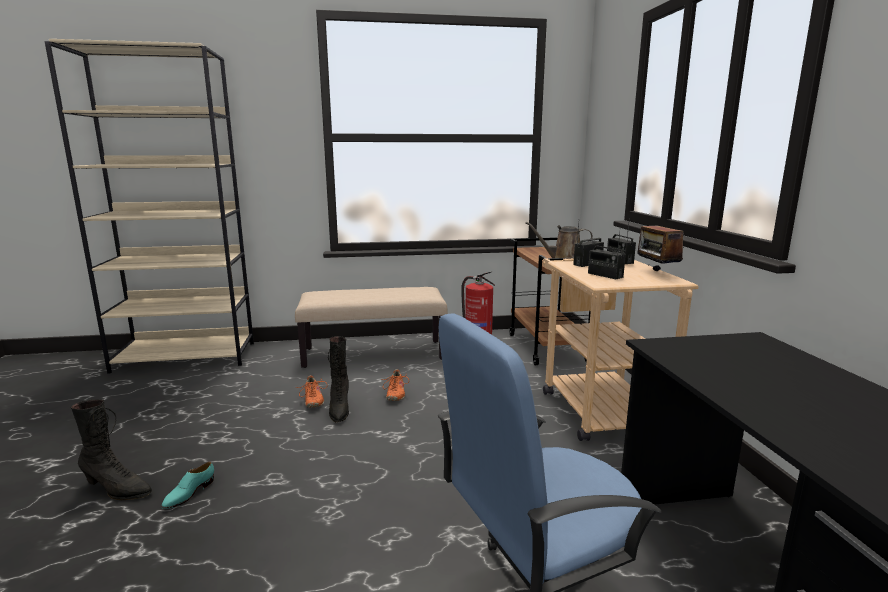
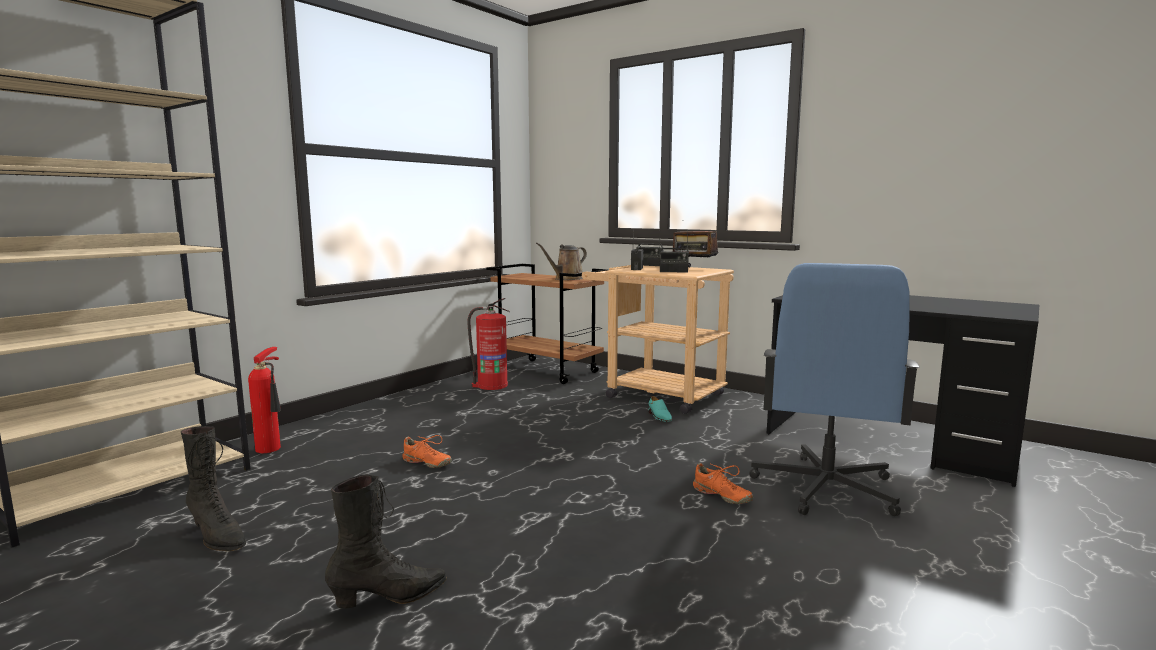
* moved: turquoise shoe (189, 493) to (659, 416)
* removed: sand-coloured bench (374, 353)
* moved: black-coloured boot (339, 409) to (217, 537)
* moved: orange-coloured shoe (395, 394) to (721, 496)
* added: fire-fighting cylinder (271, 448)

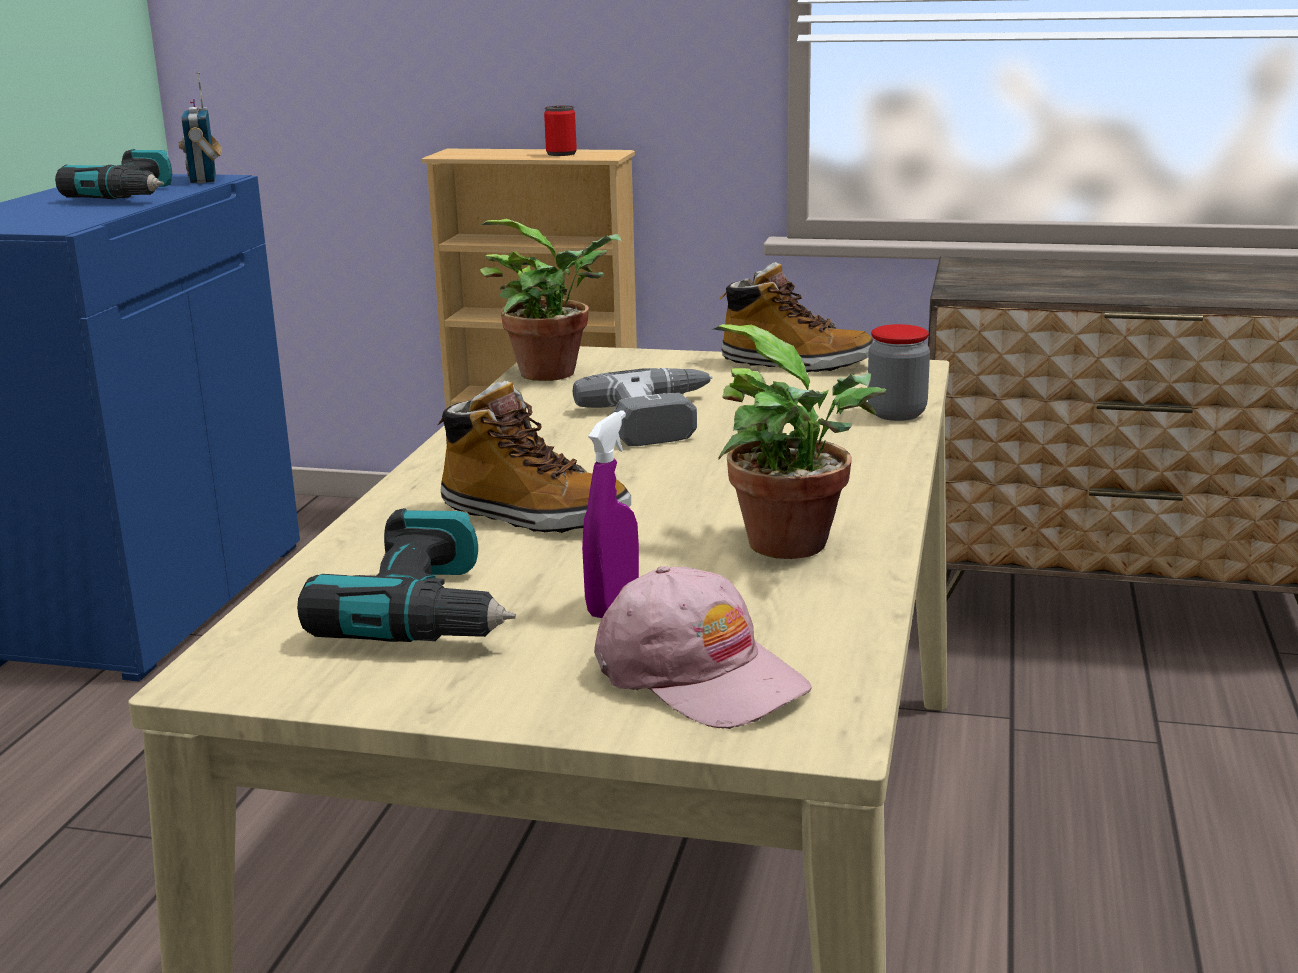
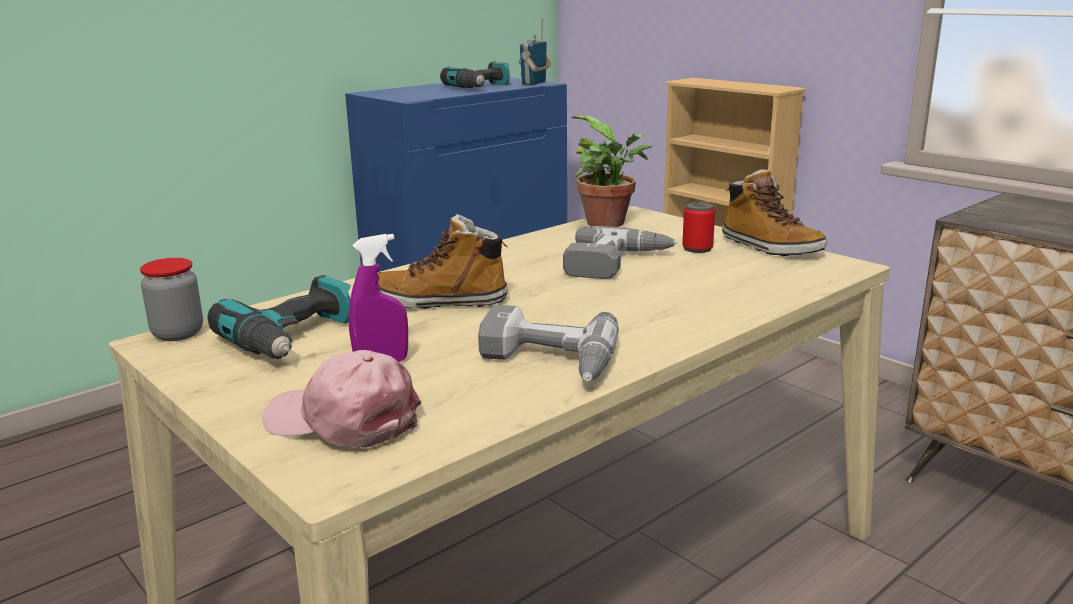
* turned: boot (532, 516) = (441, 302) 120 degrees clockwise
* moved: sealed can (561, 154) to (697, 248)
* turned: pinkish cap (700, 675) = (344, 420) 120 degrees clockwise
* replaced: potted plant (798, 546) to electric drill (546, 362)
* moved: jar (896, 414) to (178, 334)

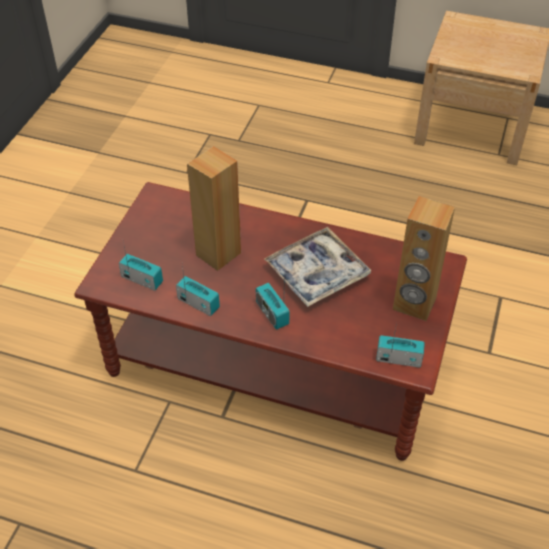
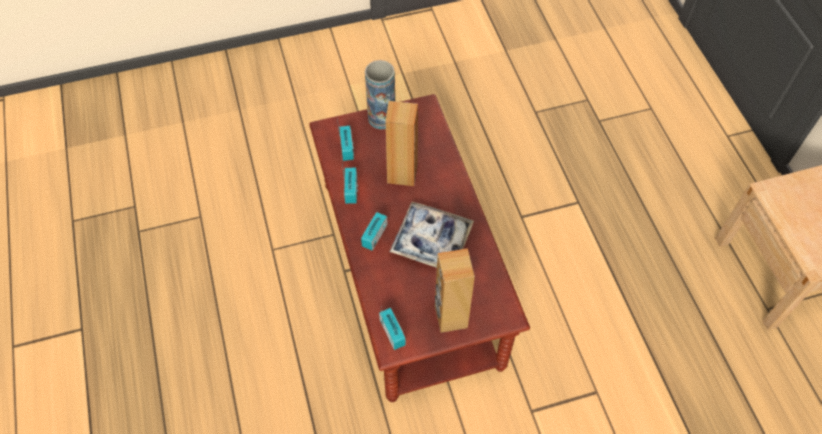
* added: flower vase (381, 118)

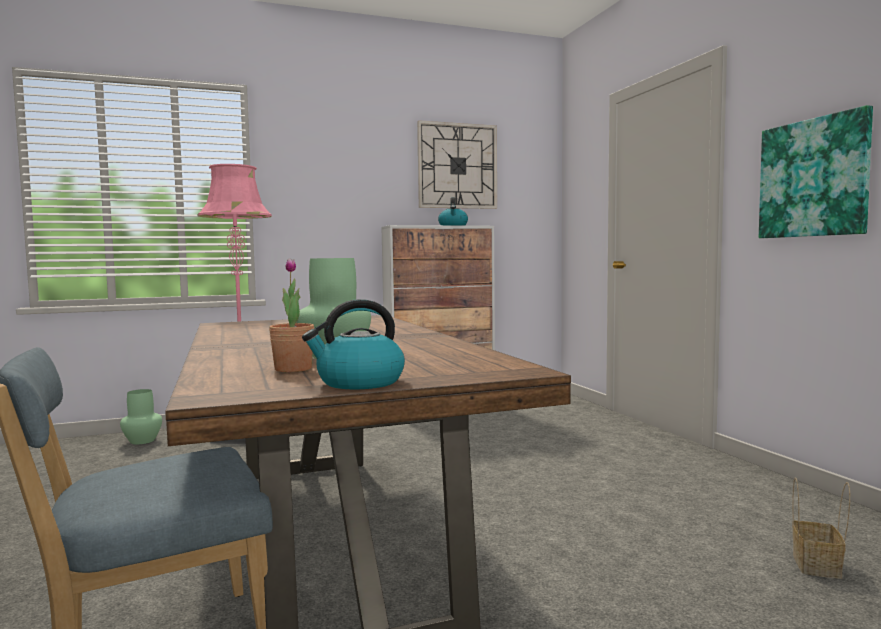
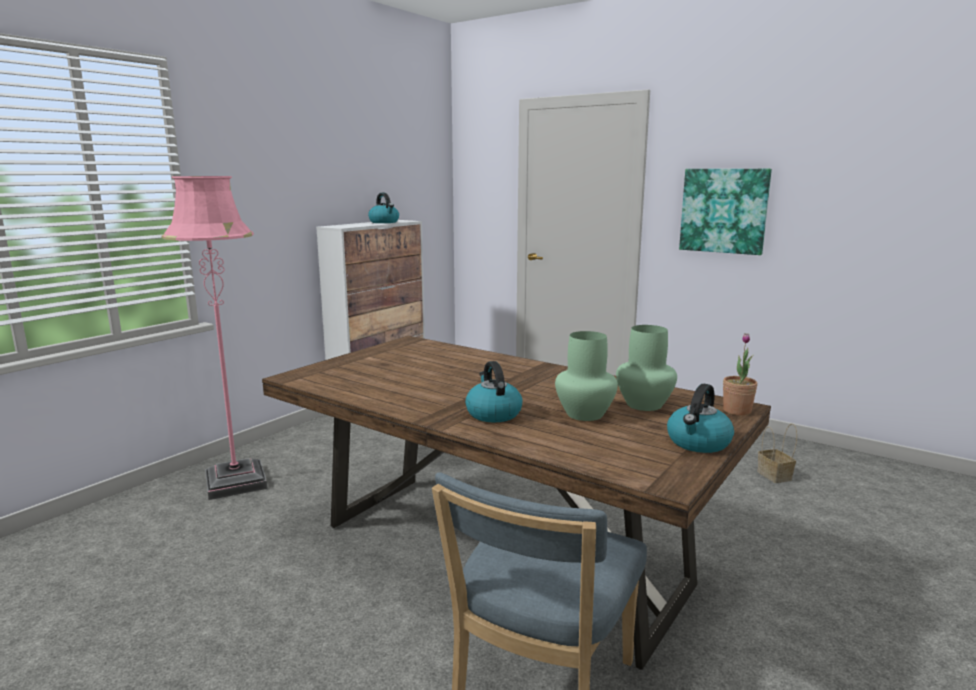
* moved: greenish flower vase (141, 441) to (643, 405)
* moved: potted plant (293, 369) to (737, 411)
* removed: clock on the wall (457, 166)
* added: water kettle (493, 413)

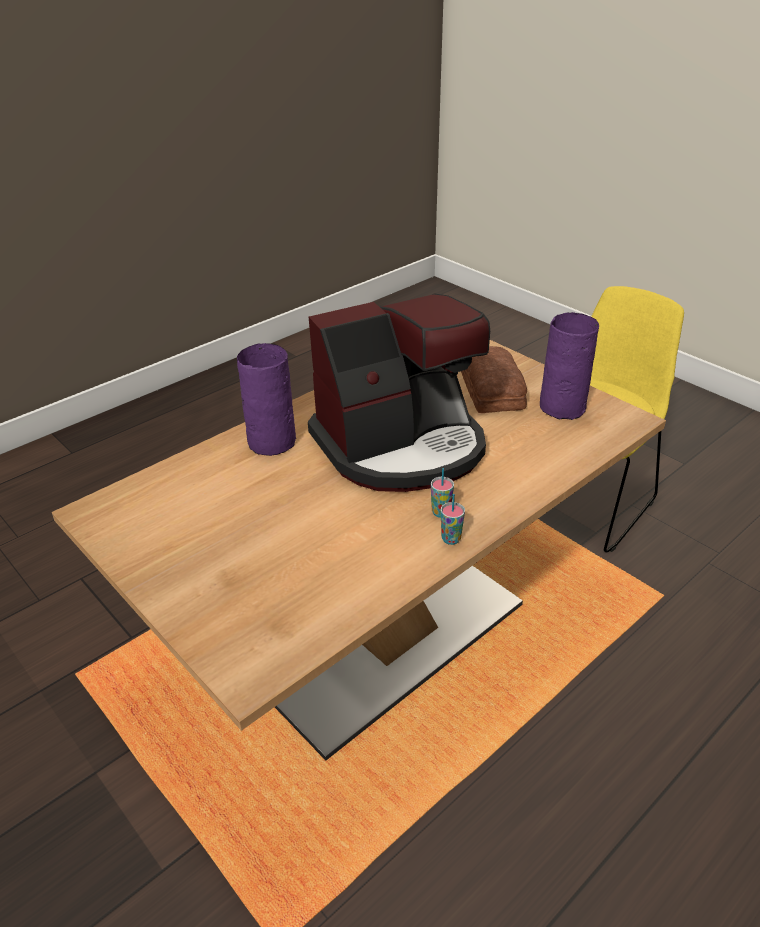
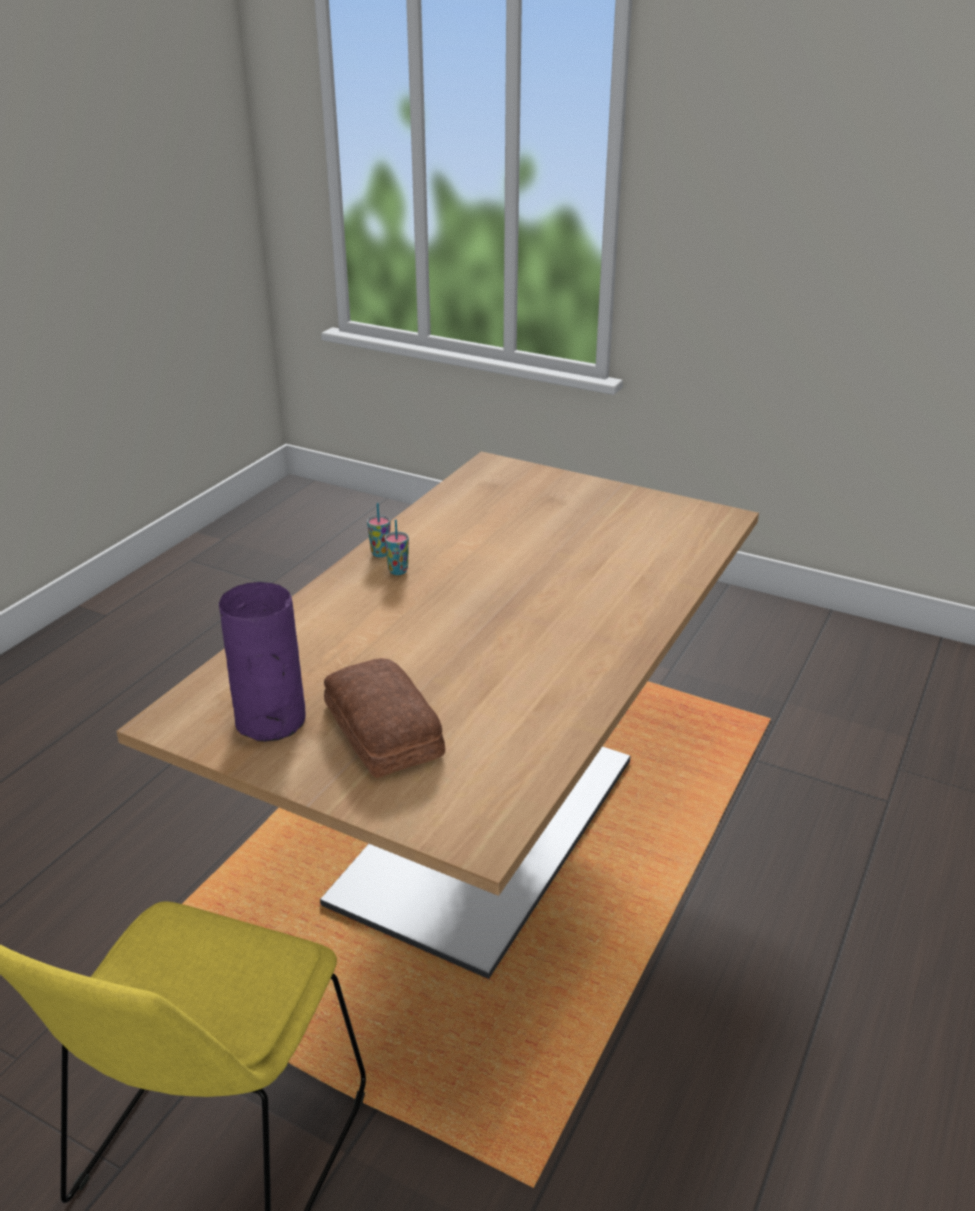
* removed: purple-coloured flower vase (270, 441)
* removed: coffee brewer (401, 446)

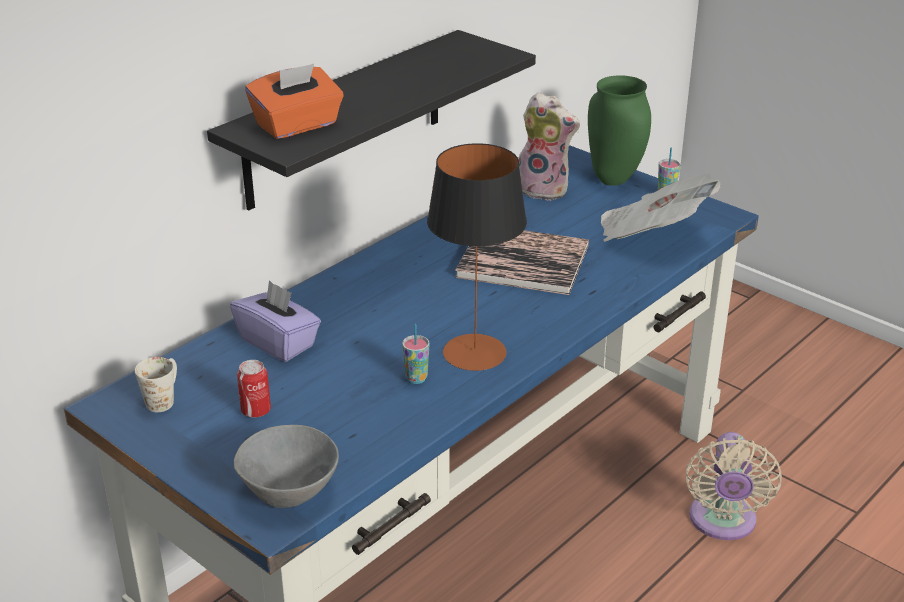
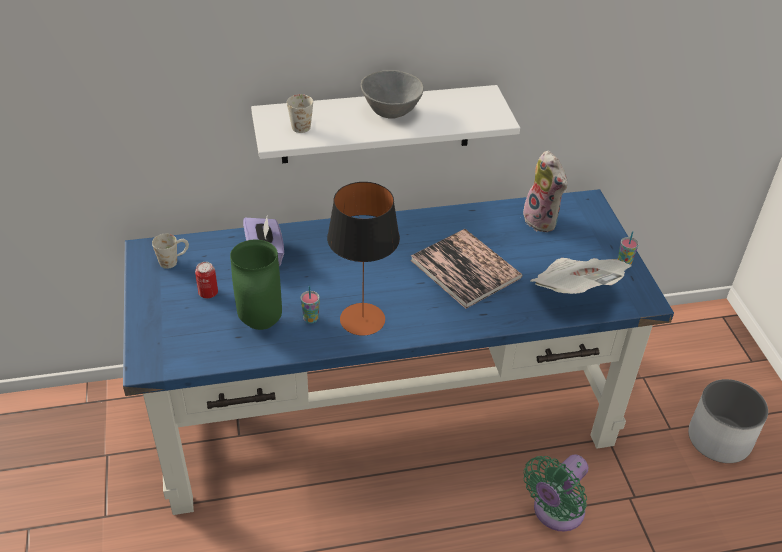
* recoloured: black-coloured bracket shelf (345, 120) to whitish bracket shelf (376, 124)
* moved: gray serving bowl (291, 494) to (391, 112)
* replaced: orange-coloured box of tissues (297, 125) to whitish mug (301, 124)
* moved: greenish flower vase (612, 180) to (259, 322)
* recoloured: sand-coloured fan (722, 522) to greenish fan (555, 512)
* added: whitish plant pot (719, 439)

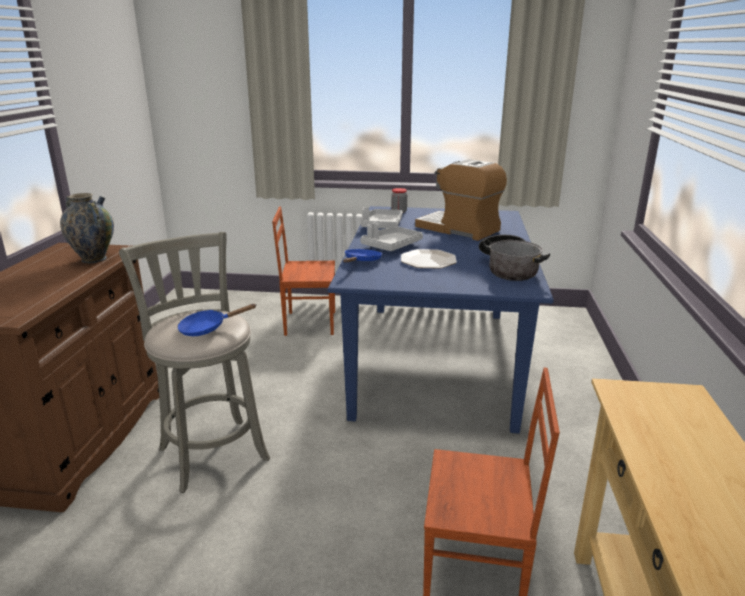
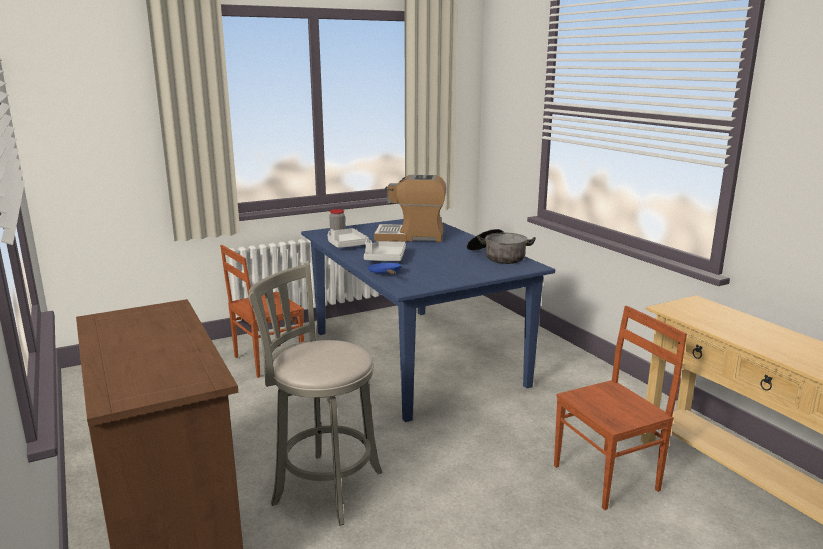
* removed: flower vase (94, 259)
* removed: bluish skillet (207, 328)
* removed: dinner plate (428, 260)

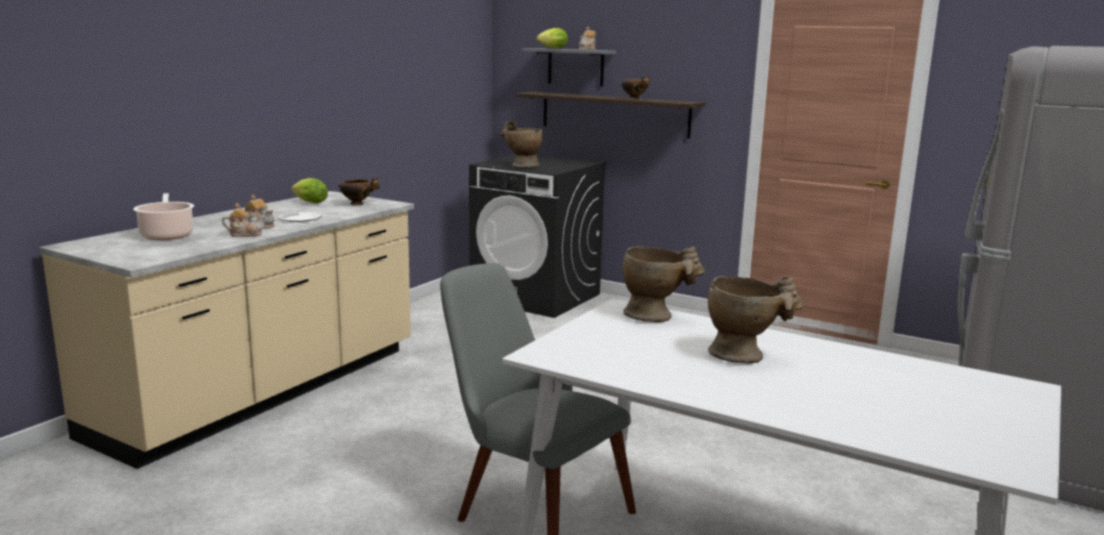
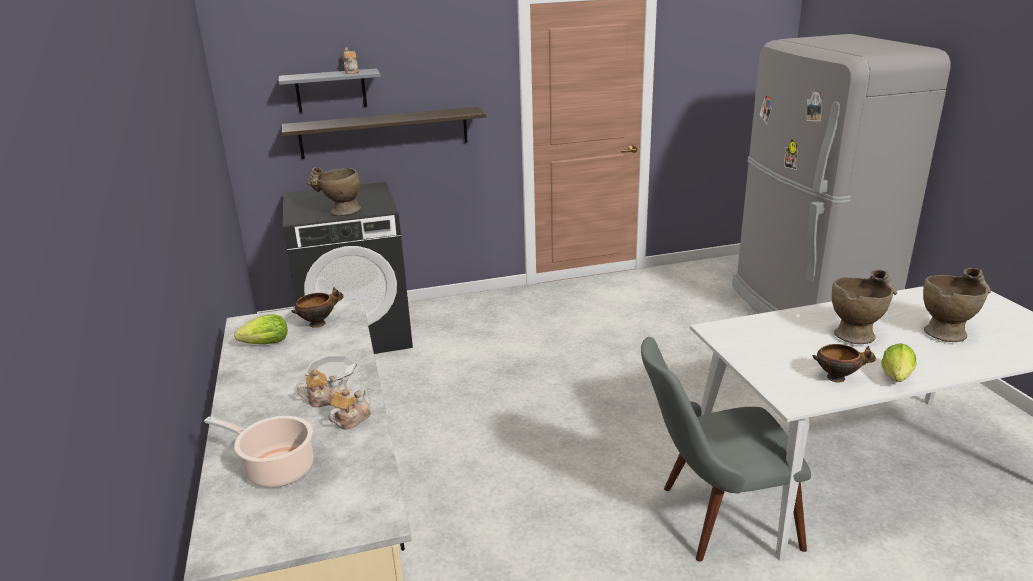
* moved: lettuce (551, 48) to (896, 379)
* moved: serving bowl (635, 99) to (838, 378)
* moved: sand-coloured flower vase (656, 316) to (947, 331)

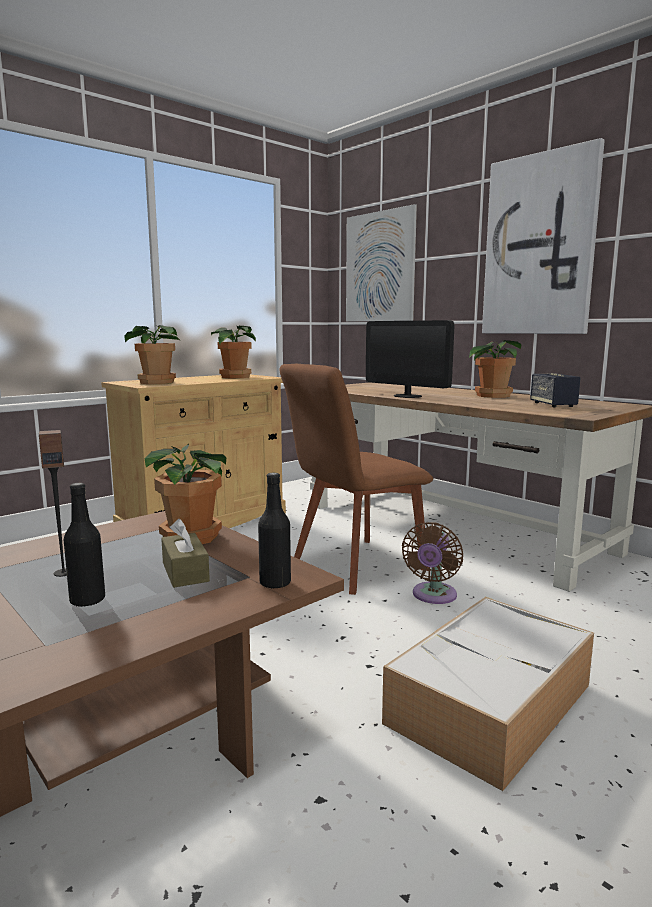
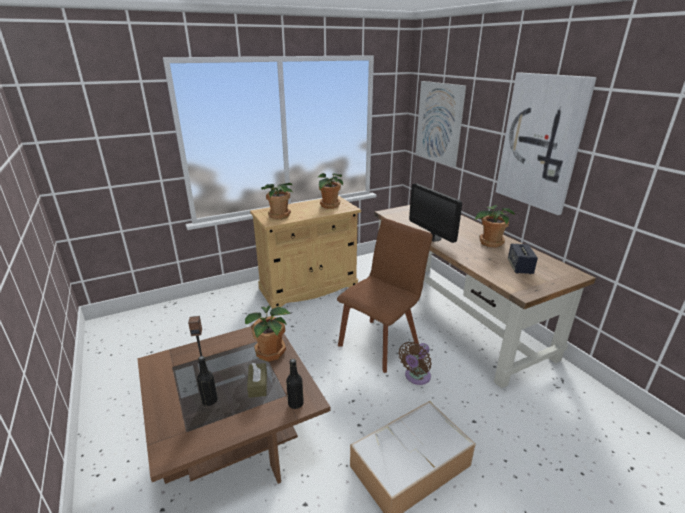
* turned: brownish upright chair (353, 566) = (380, 342) 150 degrees clockwise

